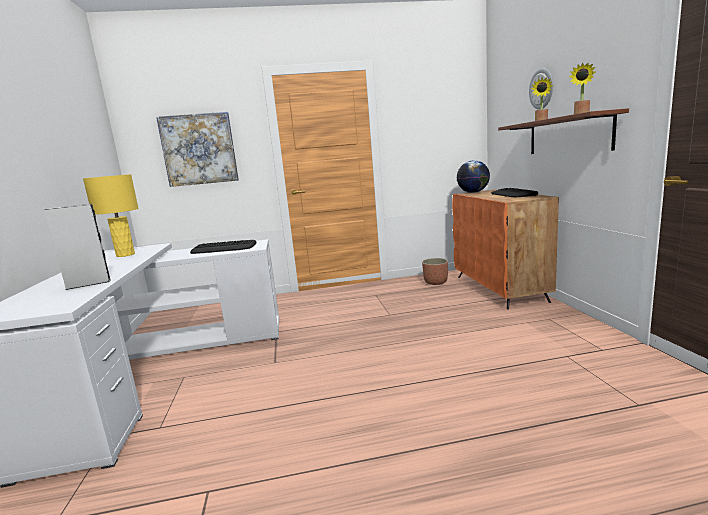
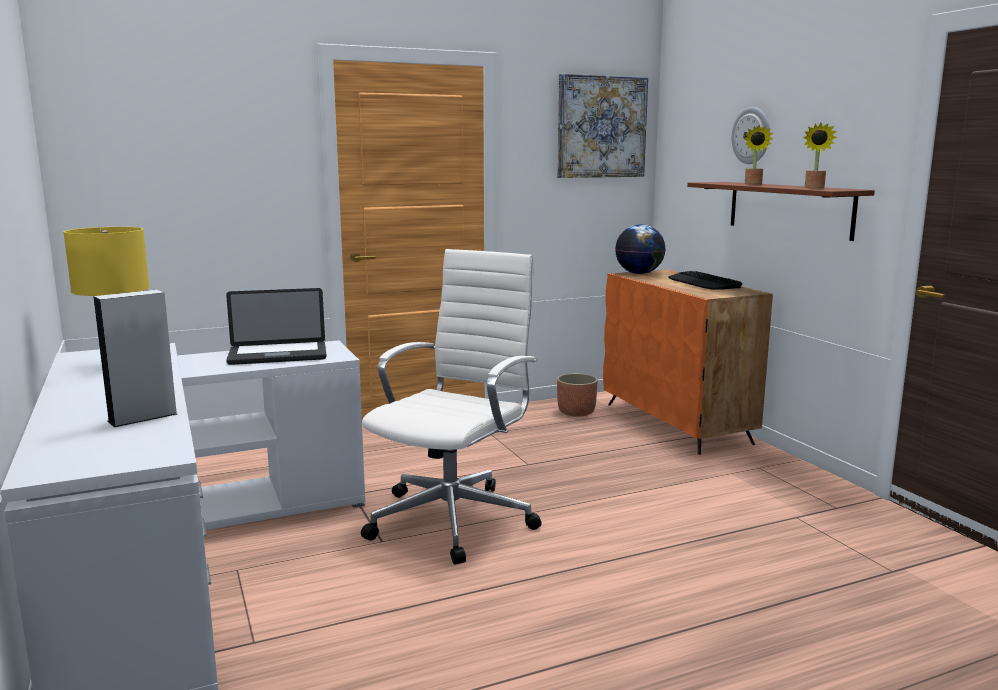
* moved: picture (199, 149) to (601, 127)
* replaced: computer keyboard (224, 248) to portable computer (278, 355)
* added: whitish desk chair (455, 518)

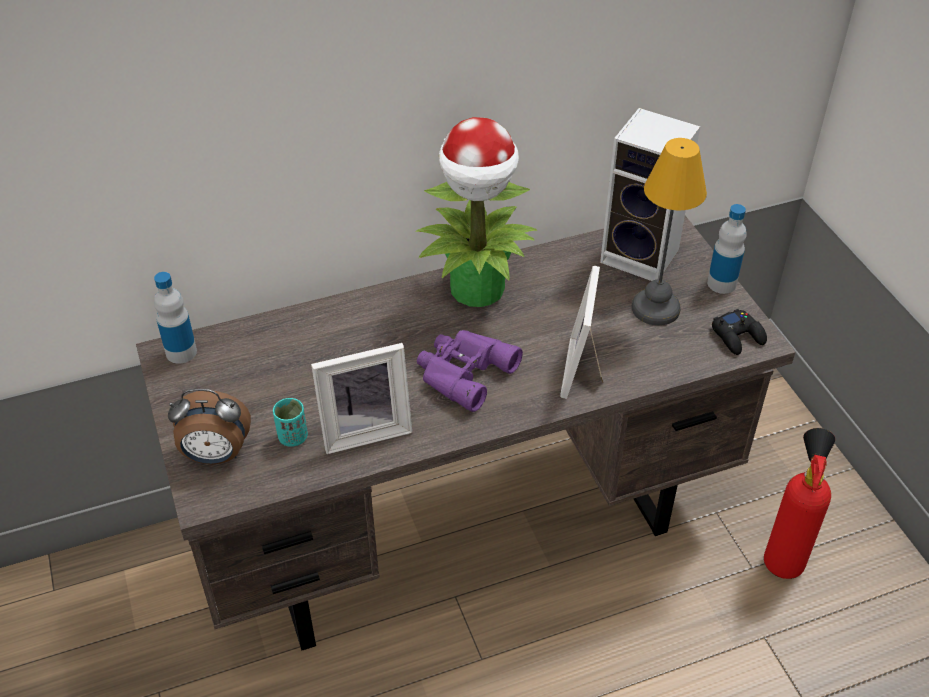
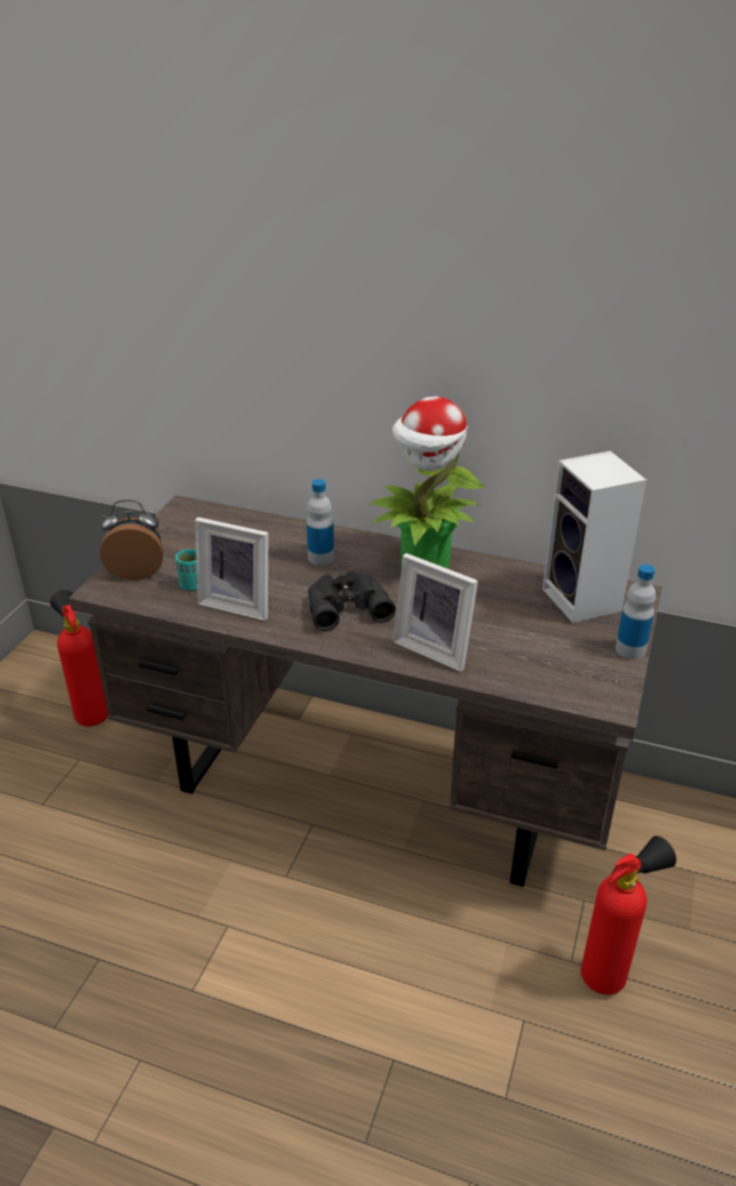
* moved: beverage bottle (181, 352) to (321, 558)
* turned: bedside clock (215, 455) = (137, 571) 135 degrees clockwise
* recoloured: purple-coloured binoculars (462, 372) to black-coloured binoculars (346, 605)
* turned: picture frame (584, 370) = (436, 648) 105 degrees counterclockwise
* removed: tabletop lamp (655, 307)
* removed: black-coloured gamepad (738, 336)
* added: fire-fighting cylinder (90, 713)

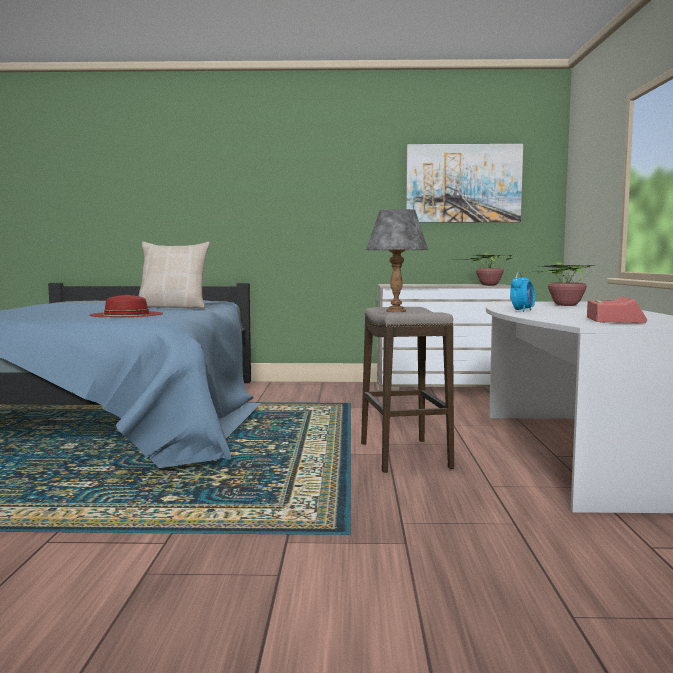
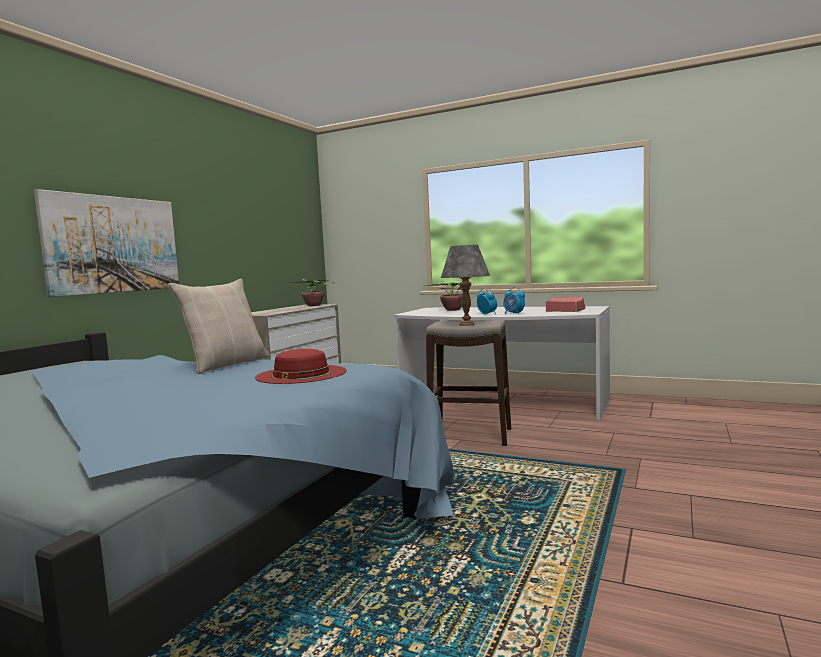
* moved: picture (463, 183) to (113, 244)
* added: bedside clock (514, 314)

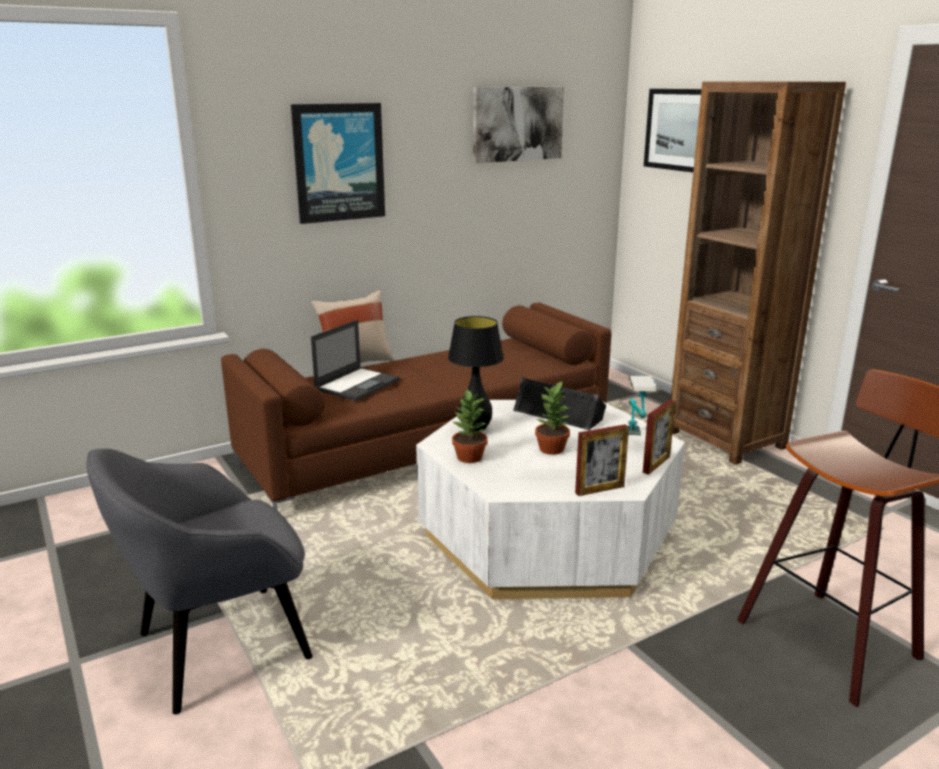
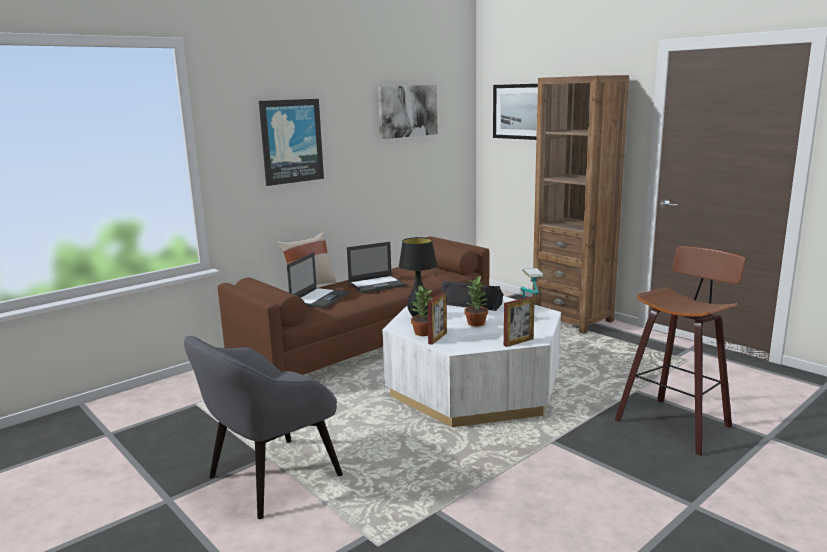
* moved: picture frame (656, 464) to (437, 338)
* added: portable computer (377, 284)

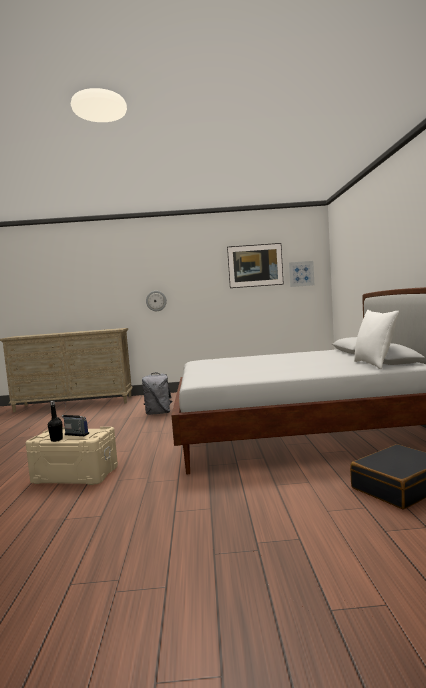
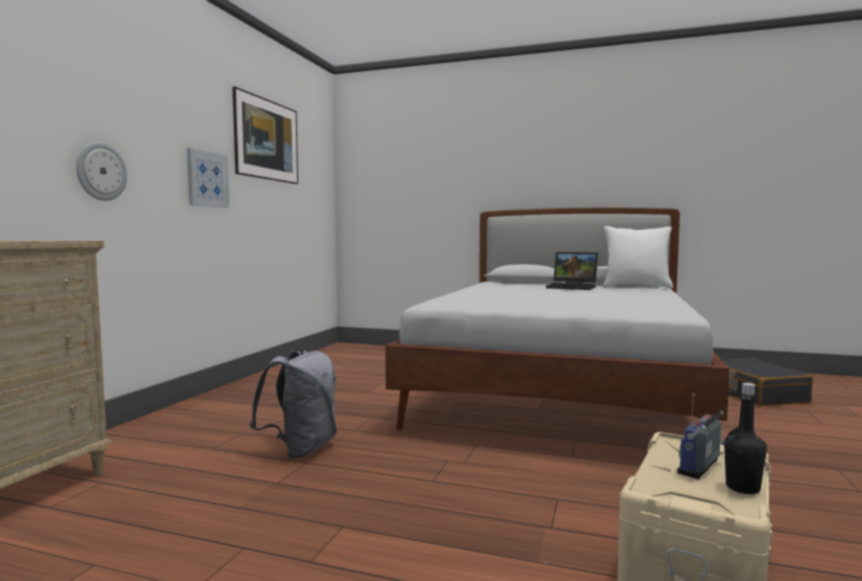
* moved: picture (301, 274) to (207, 179)
* added: portable computer (573, 287)

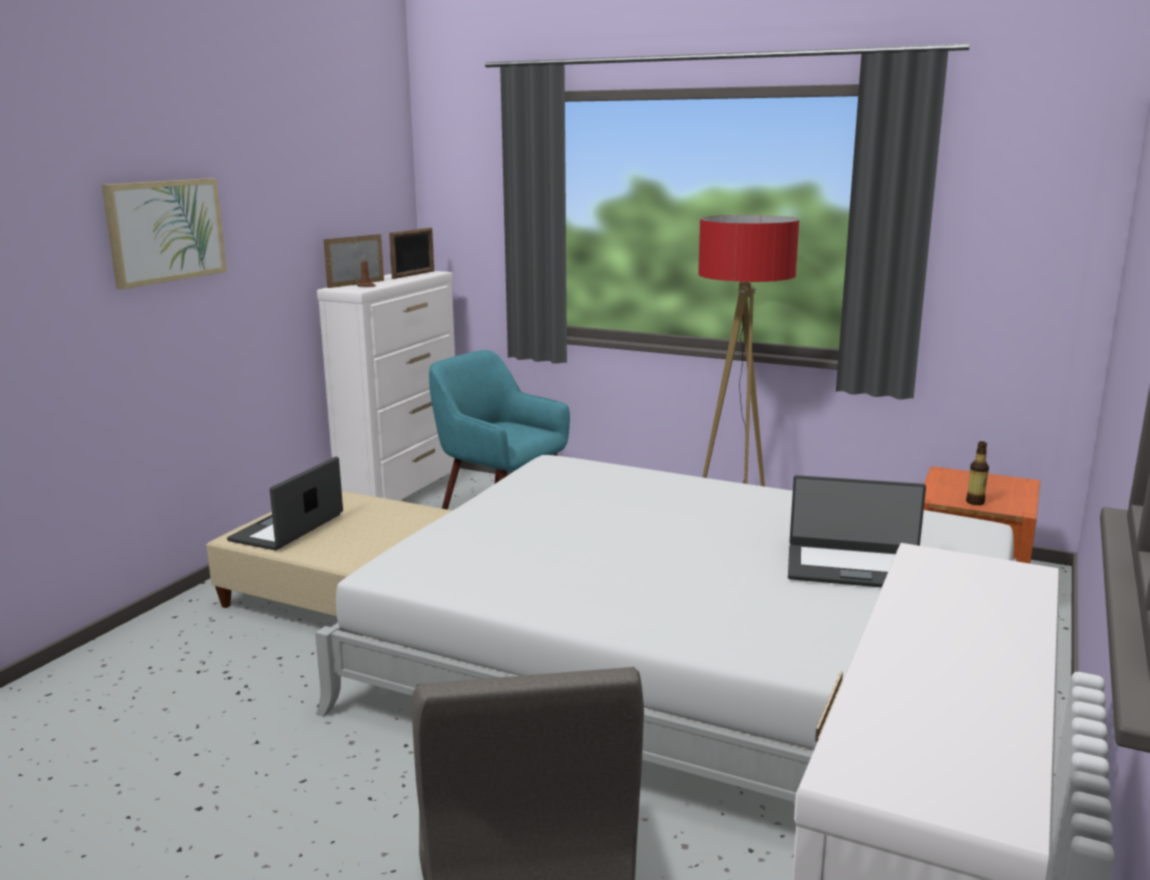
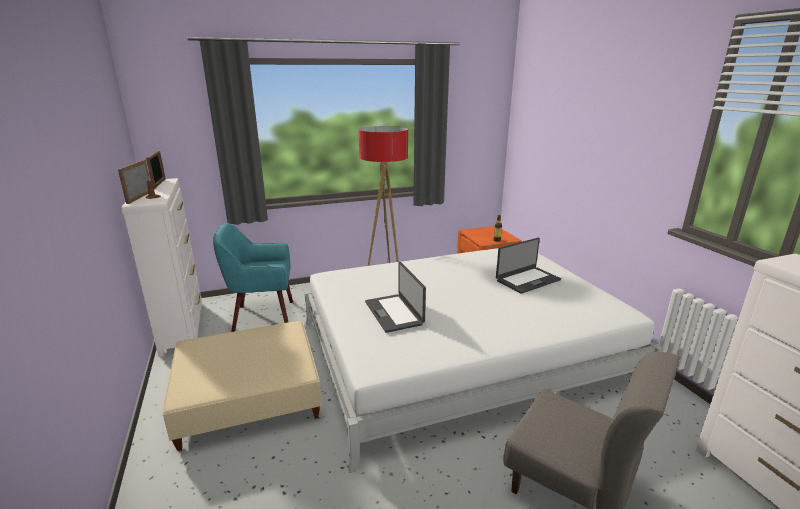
* removed: picture (165, 231)
* moved: portable computer (288, 528) to (394, 313)

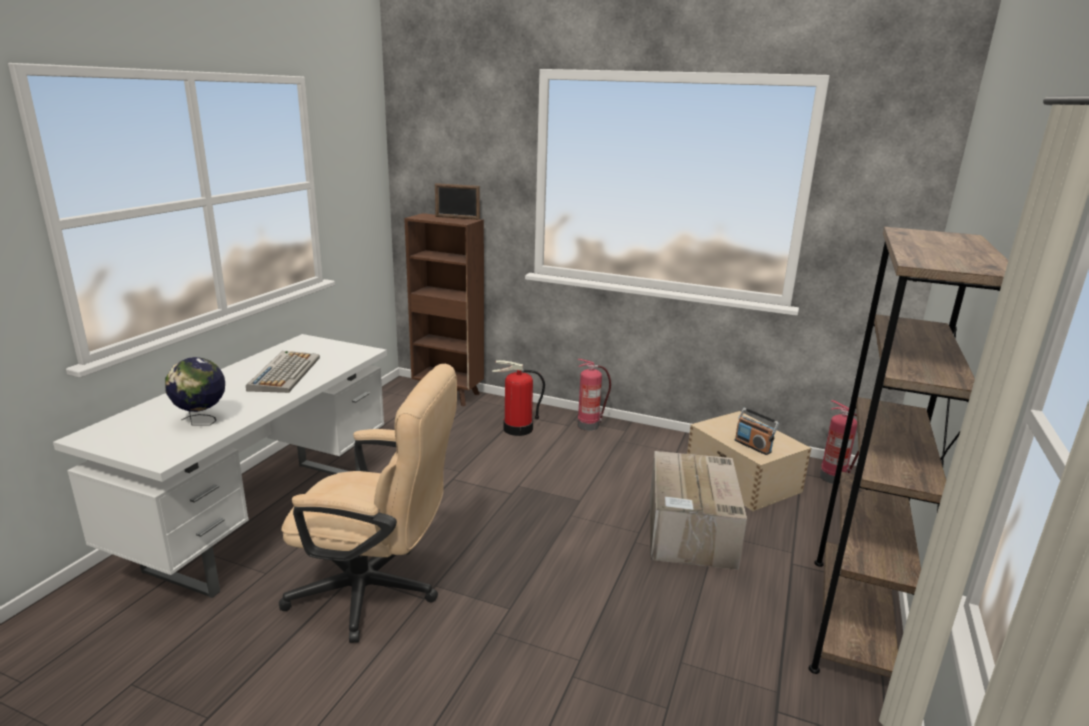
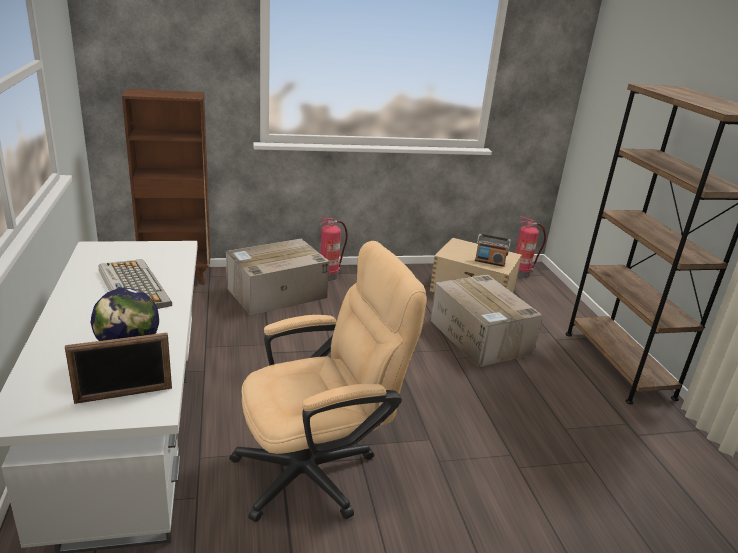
* moved: picture frame (457, 218) to (124, 395)
* replaced: fire-fighting cylinder (517, 429) to packing box (275, 293)

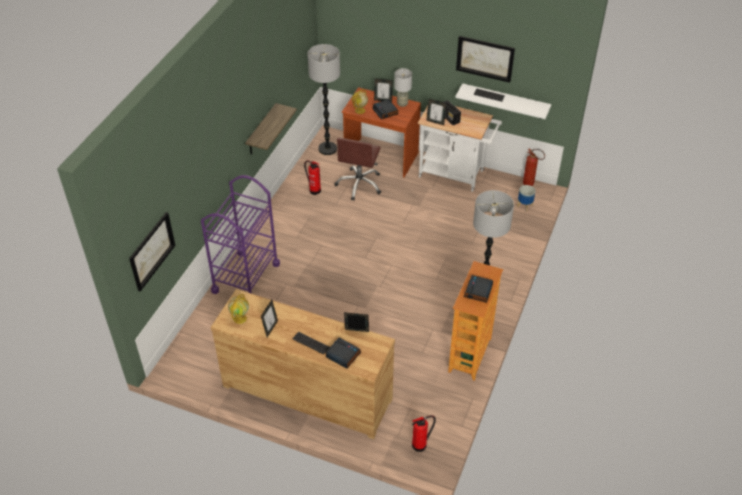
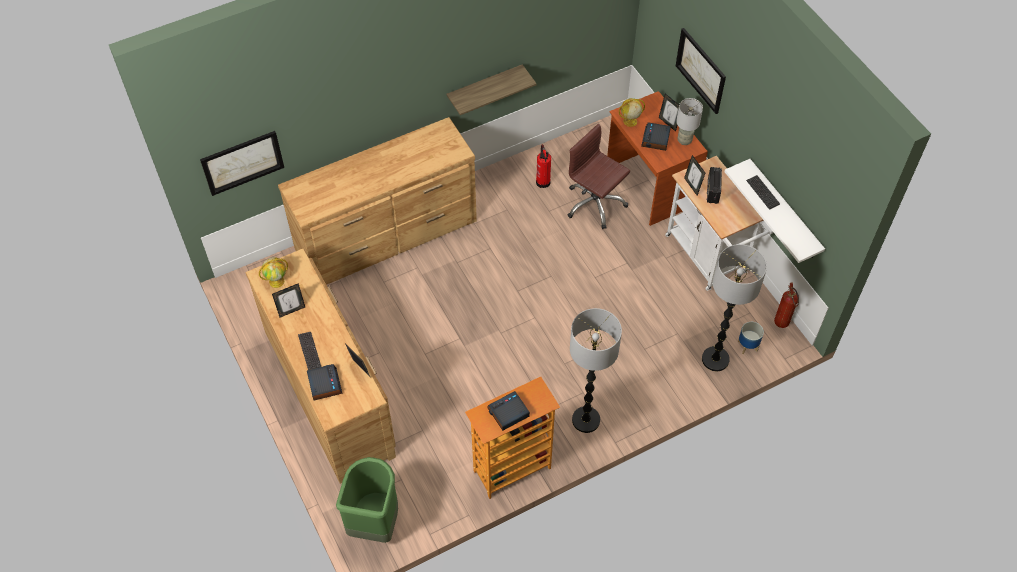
* replaced: purple-coloured trolley (246, 277) to brownish drawer chest (387, 235)
* moved: floor lamp (327, 149) to (715, 359)
* turned: brownish desk chair (359, 184) = (595, 204) 75 degrees clockwise
* replaced: fire-fighting cylinder (420, 445) to greenish trash can (374, 522)
* moved: picture (485, 58) to (701, 70)

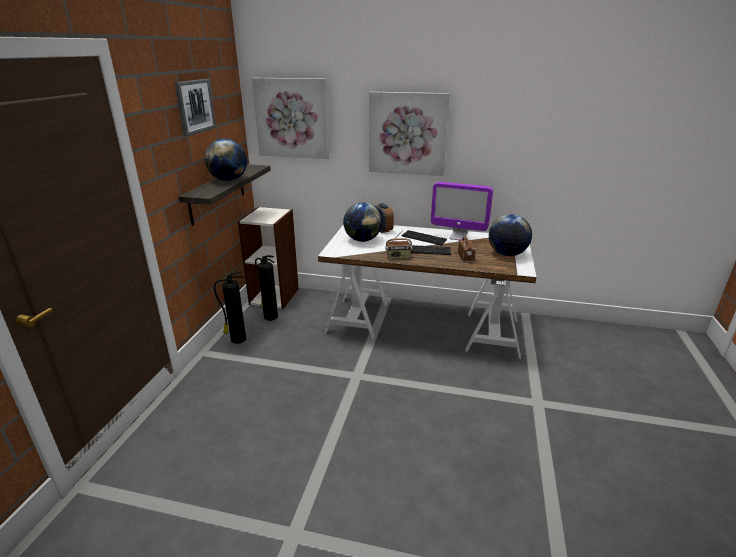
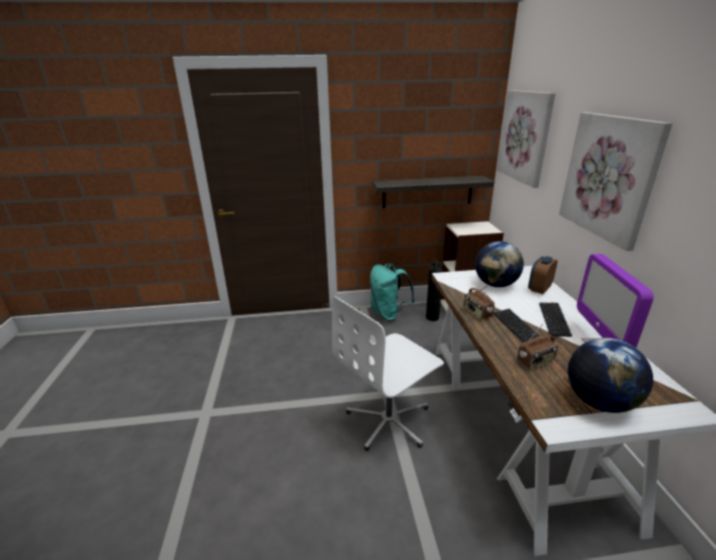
* removed: picture (195, 106)
* removed: world globe (229, 180)
* replaced: fire-fighting cylinder (237, 339) to turquoise rucksack (389, 314)
* added: whitish desk chair (389, 420)

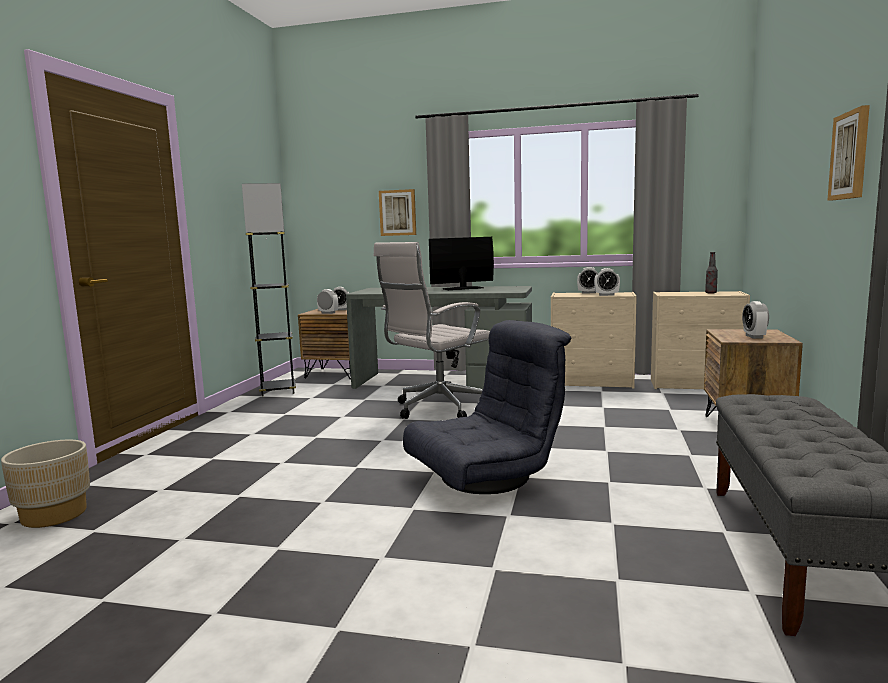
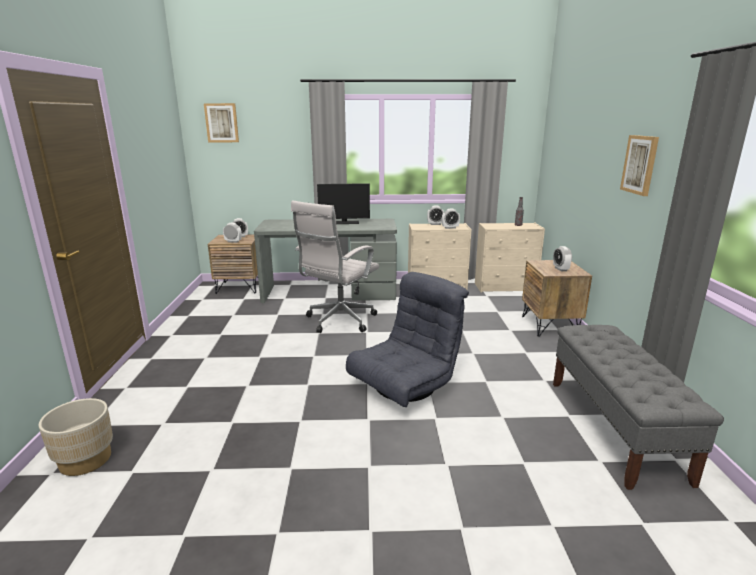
* removed: gray floor lamp (278, 391)
* moved: picture (398, 212) to (222, 123)
* turned: computer display (463, 288) = (344, 222) 150 degrees counterclockwise

